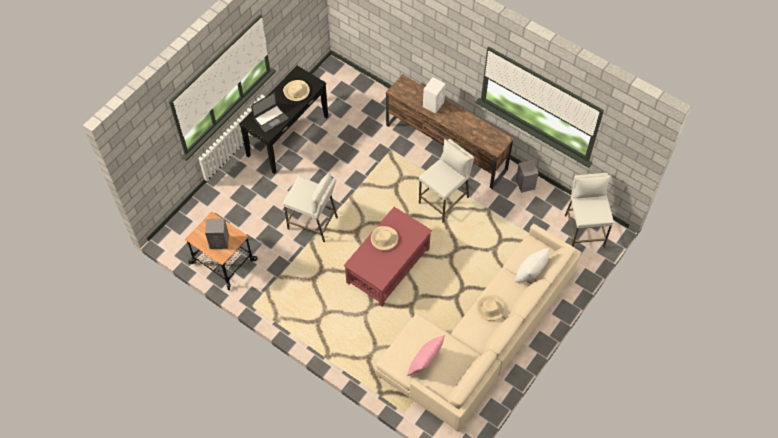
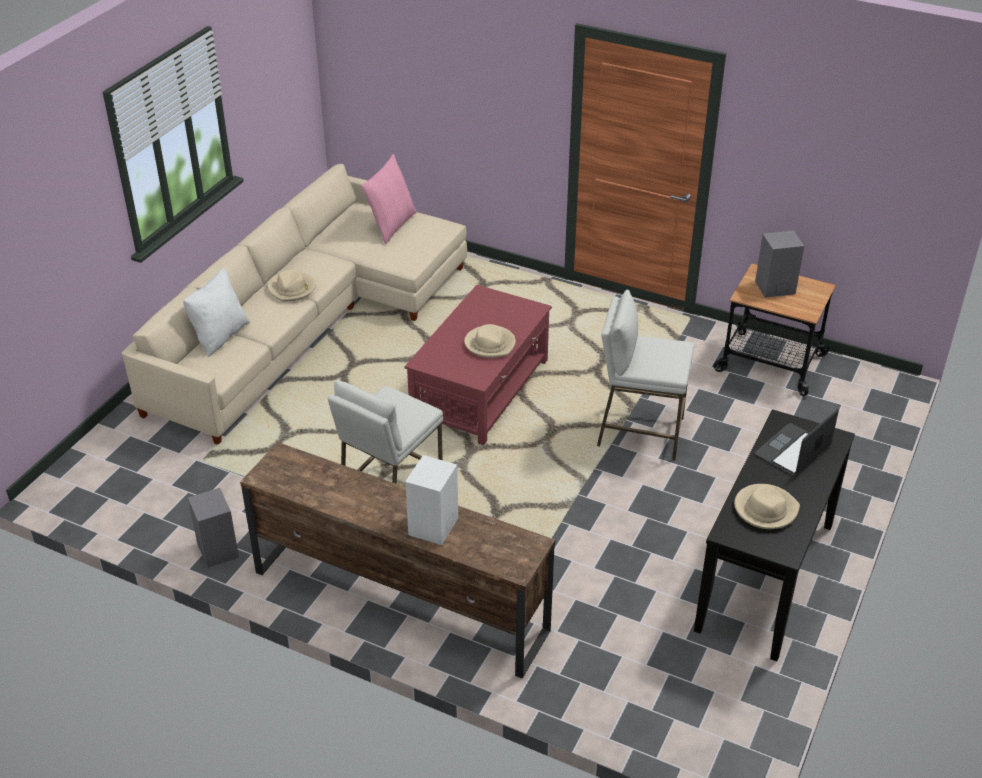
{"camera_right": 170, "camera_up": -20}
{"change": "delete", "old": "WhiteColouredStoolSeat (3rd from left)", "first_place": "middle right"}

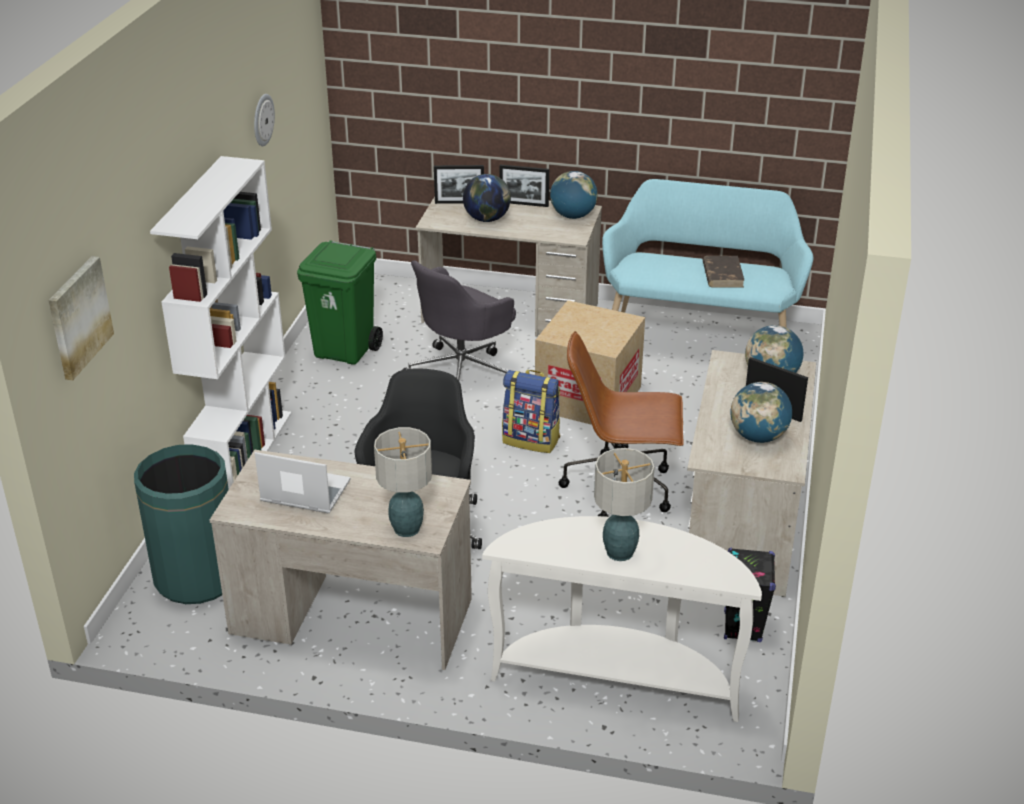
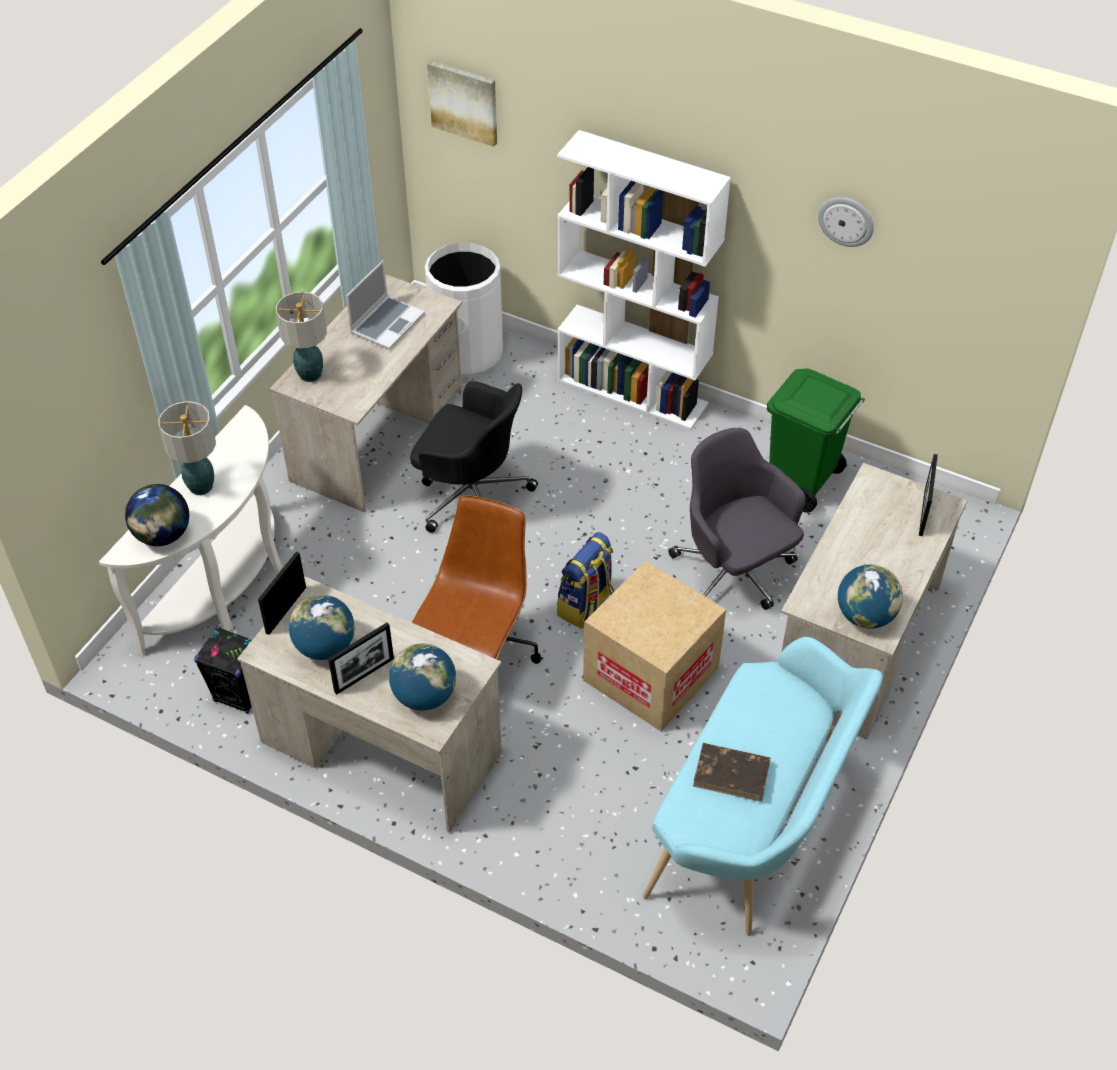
{"camera_right": 105, "camera_up": 15}
{"change": "move", "old": "StandingFrame (2nd from left in the first image)", "new": "StandingFrame (1st from left)", "first_place": "top centre", "second_place": "middle left"}
{"change": "move", "old": "DeskGlobe (1st from left)", "first_place": "top centre", "second_place": "middle left"}
{"change": "recolor", "old": "GreenColouredWasteBin (1st from left)", "new": "WhiteColouredWasteBin", "first_place": "middle left", "second_place": "top centre"}

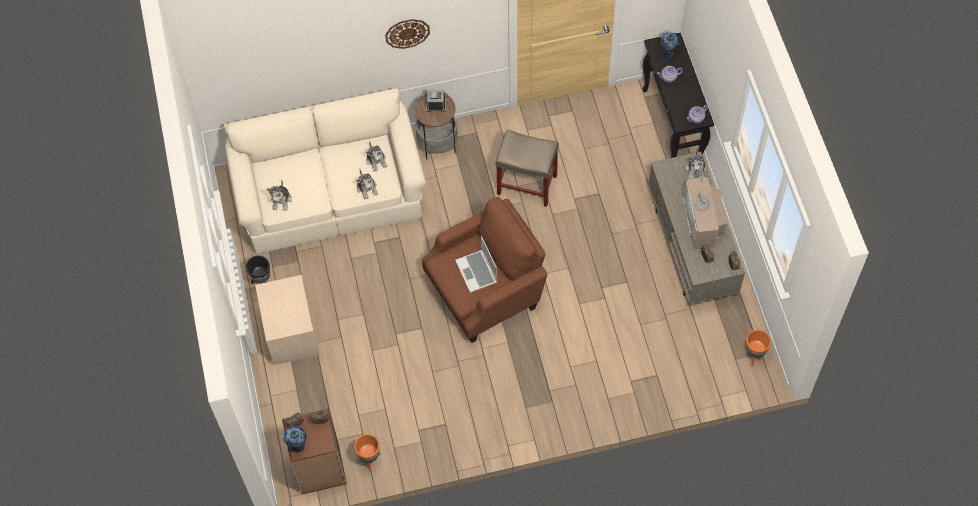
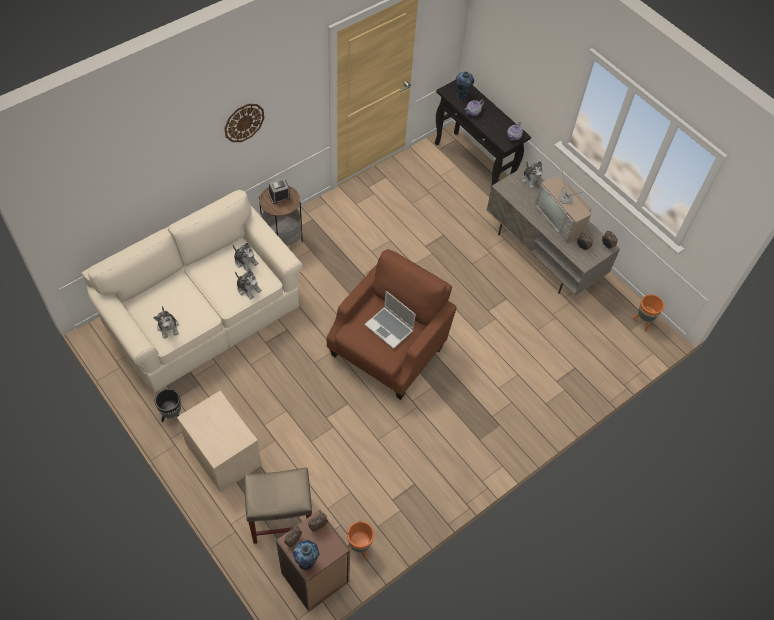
{"camera_right": -30, "camera_up": -5}
{"change": "move", "old": "SandColouredStoolSeat", "first_place": "top centre", "second_place": "bottom centre"}

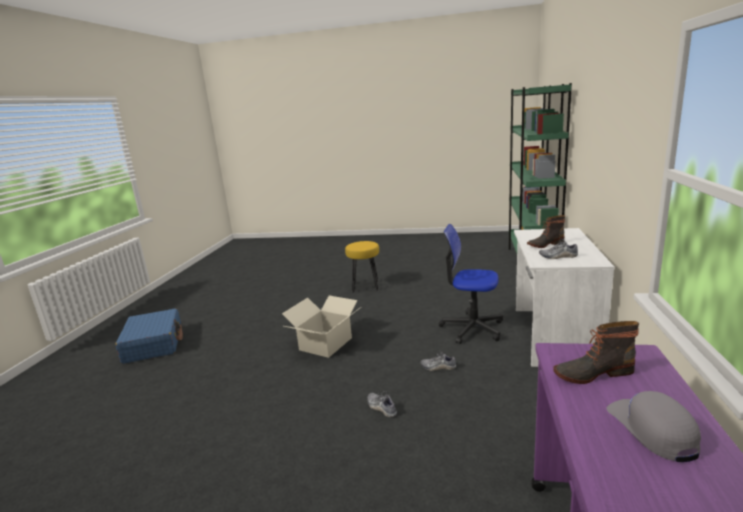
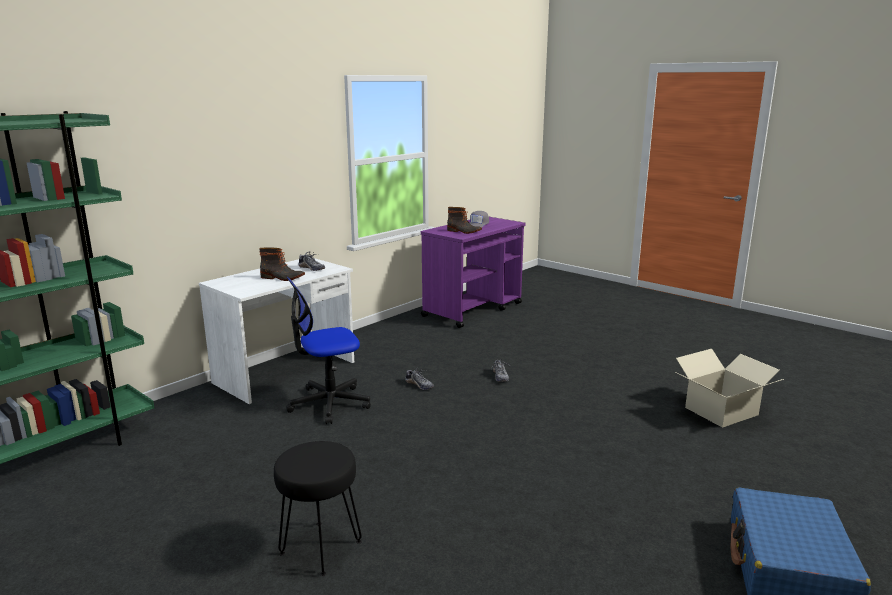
{"camera_right": -150, "camera_up": 0}
{"change": "rotate", "old": "ComputerChair", "first_place": "centre", "second_place": "centre", "degrees": 105}
{"change": "recolor", "old": "YellowStoolSeat", "new": "BlackColouredStoolSeat", "first_place": "centre", "second_place": "bottom centre"}
{"change": "move", "old": "Carton", "first_place": "centre", "second_place": "middle right"}

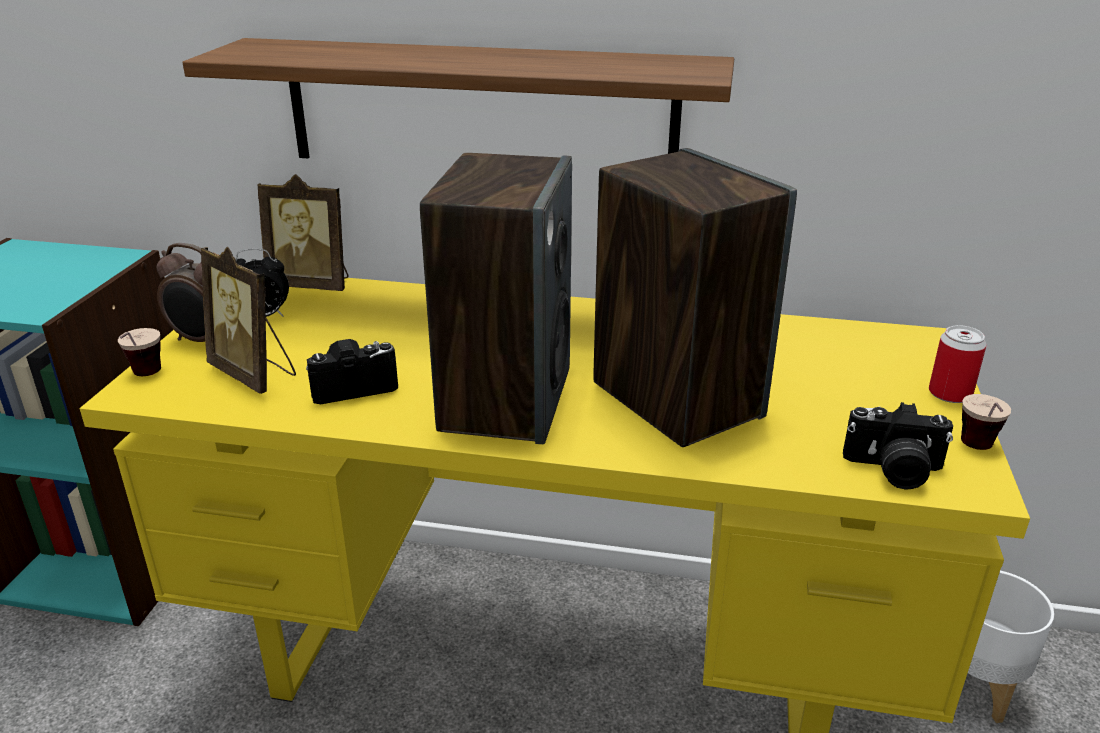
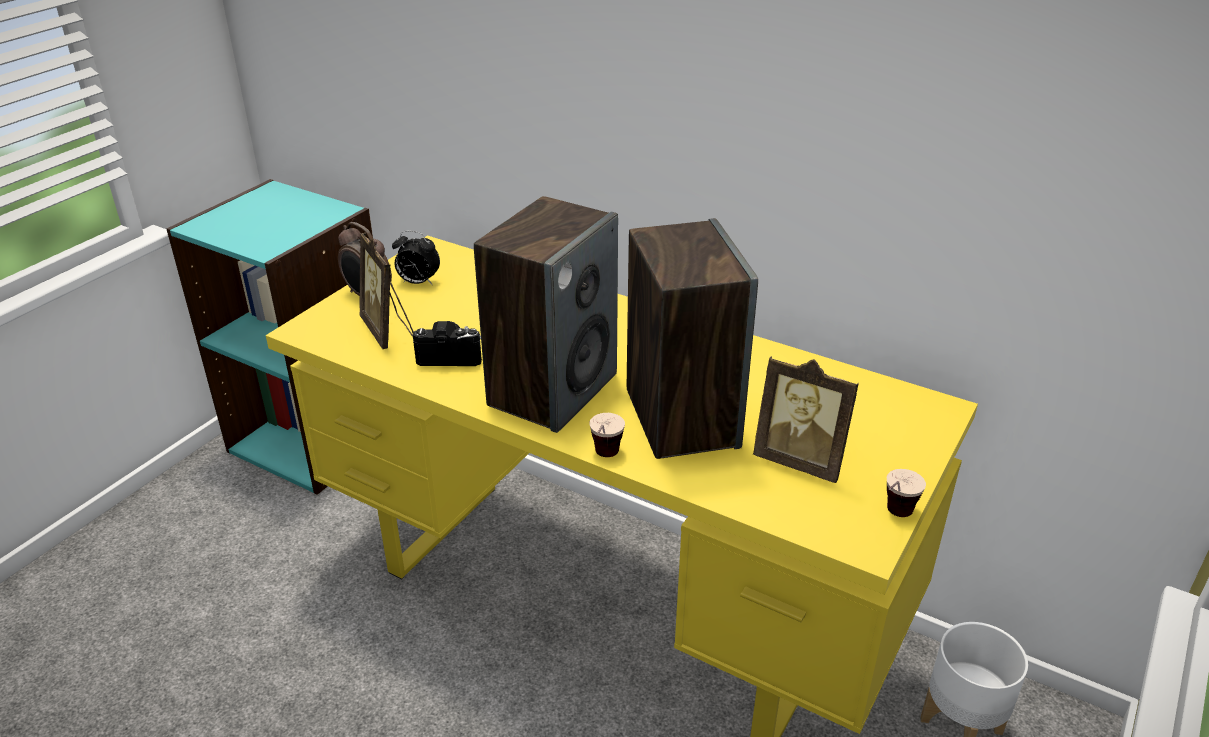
{"camera_right": 20, "camera_up": 5}
{"change": "delete", "old": "Shelf", "first_place": "top centre"}
{"change": "move", "old": "StandingFrame (2nd from left)", "first_place": "top left", "second_place": "middle right"}
{"change": "delete", "old": "Can", "first_place": "middle right"}
{"change": "move", "old": "DrinkingCup (1st from left)", "first_place": "middle left", "second_place": "centre"}
{"change": "delete", "old": "StillCamera (2nd from left)", "first_place": "middle right"}

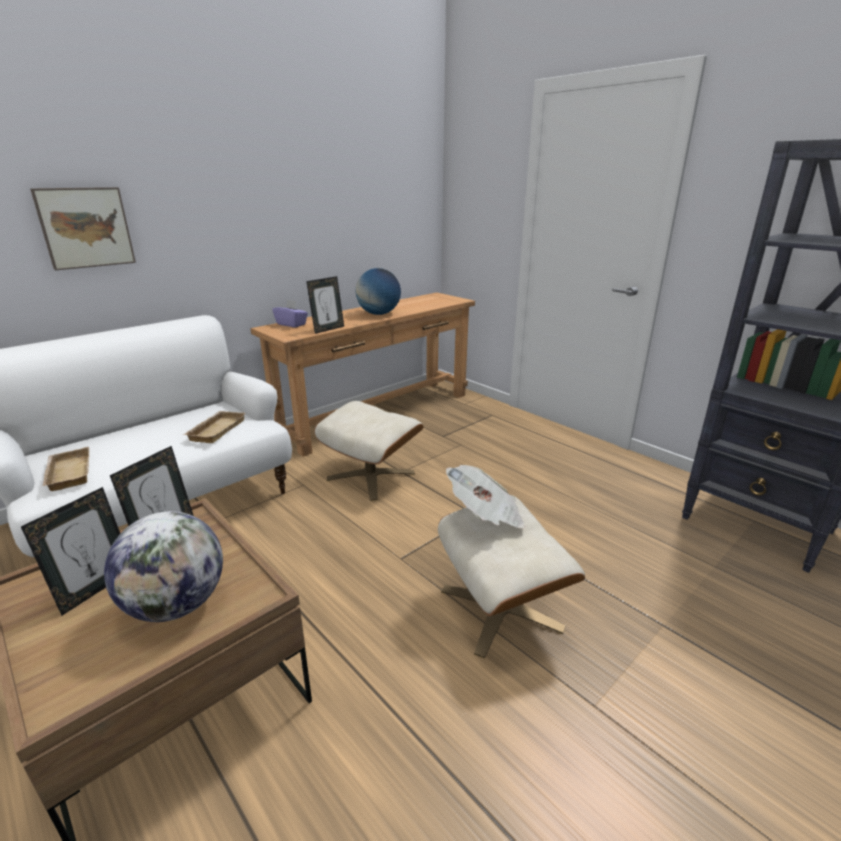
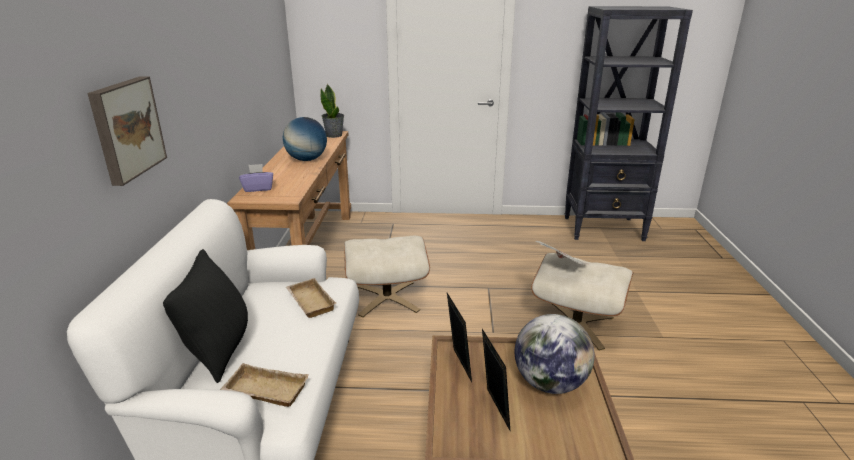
{"camera_right": -45, "camera_up": 0}
{"change": "delete", "old": "StandingFrame (3rd from left)", "first_place": "centre"}
{"change": "insert", "new": "PottedPlant", "second_place": "top centre"}
{"change": "insert", "new": "BlackColouredPillow", "second_place": "bottom left"}

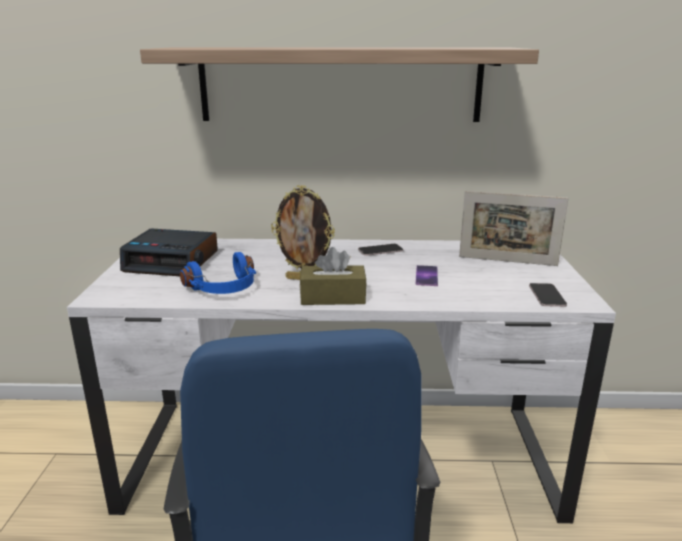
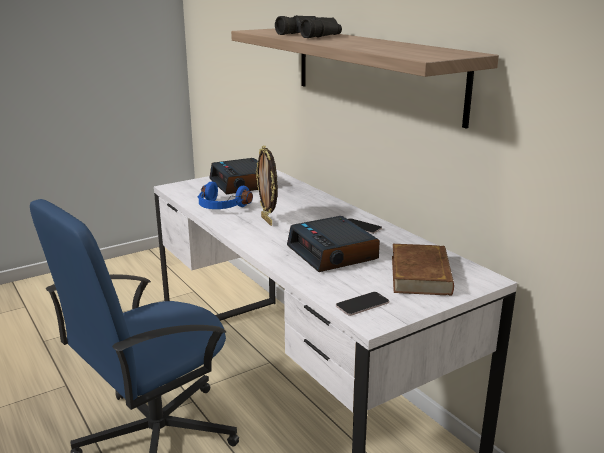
{"camera_right": 55, "camera_up": 0}
{"change": "replace", "old": "StandingFrame (2nd from left)", "new": "BrownColouredBook", "first_place": "middle right", "second_place": "middle right"}
{"change": "delete", "old": "BrownColouredTissueBox", "first_place": "centre"}
{"change": "replace", "old": "Handset (2nd from left)", "new": "AlarmClock (2nd from left)", "first_place": "centre", "second_place": "centre"}
{"change": "insert", "new": "BlackColouredBinoculars", "second_place": "top centre"}

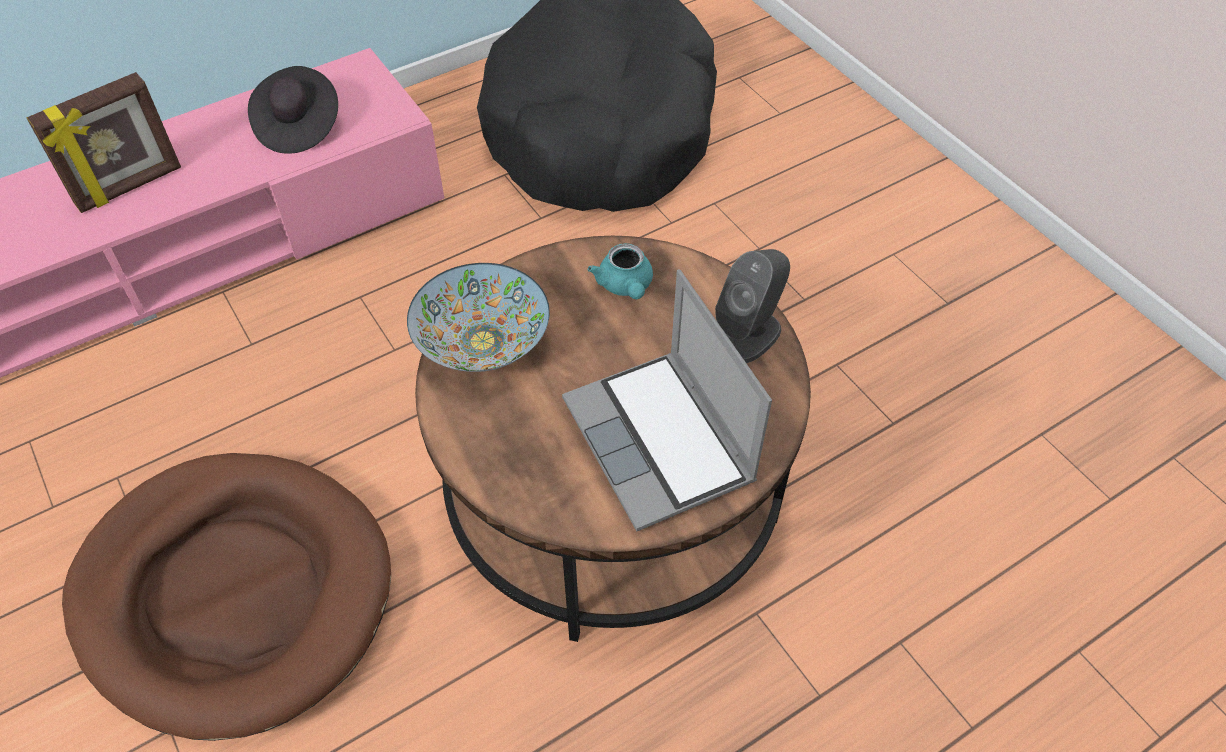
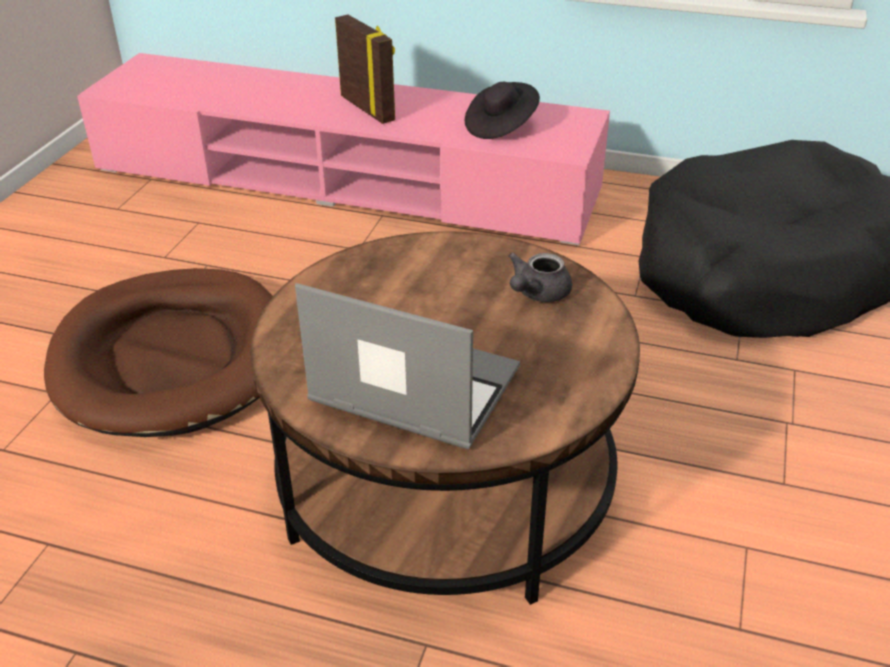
{"camera_right": 50, "camera_up": -15}
{"change": "rotate", "old": "StandingFrame", "first_place": "top left", "second_place": "top centre", "degrees": -135}
{"change": "recolor", "old": "TurquoiseColouredPotForTea", "new": "GrayPotForTea", "first_place": "centre", "second_place": "centre"}
{"change": "delete", "old": "GraySpeaker", "first_place": "centre"}
{"change": "delete", "old": "Bowl", "first_place": "centre"}
{"change": "rotate", "old": "NotebookComputer", "first_place": "centre", "second_place": "centre", "degrees": 90}

